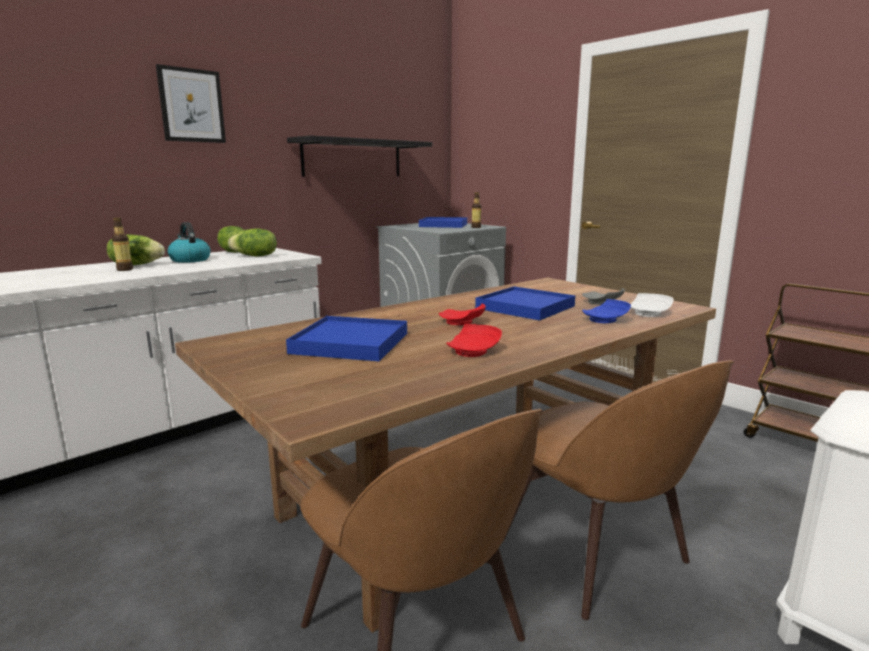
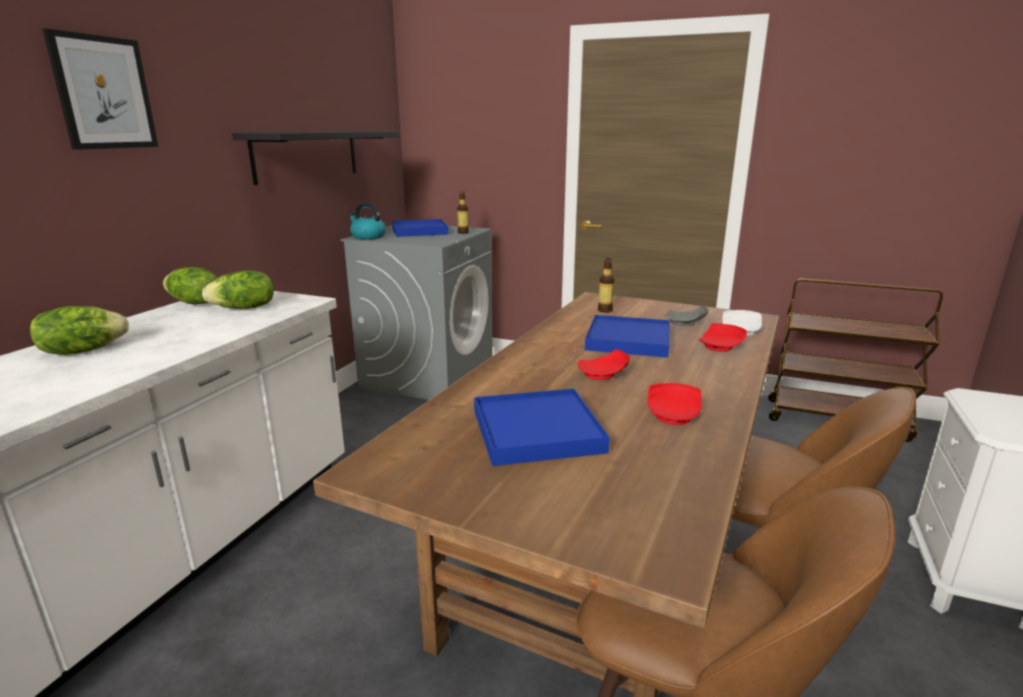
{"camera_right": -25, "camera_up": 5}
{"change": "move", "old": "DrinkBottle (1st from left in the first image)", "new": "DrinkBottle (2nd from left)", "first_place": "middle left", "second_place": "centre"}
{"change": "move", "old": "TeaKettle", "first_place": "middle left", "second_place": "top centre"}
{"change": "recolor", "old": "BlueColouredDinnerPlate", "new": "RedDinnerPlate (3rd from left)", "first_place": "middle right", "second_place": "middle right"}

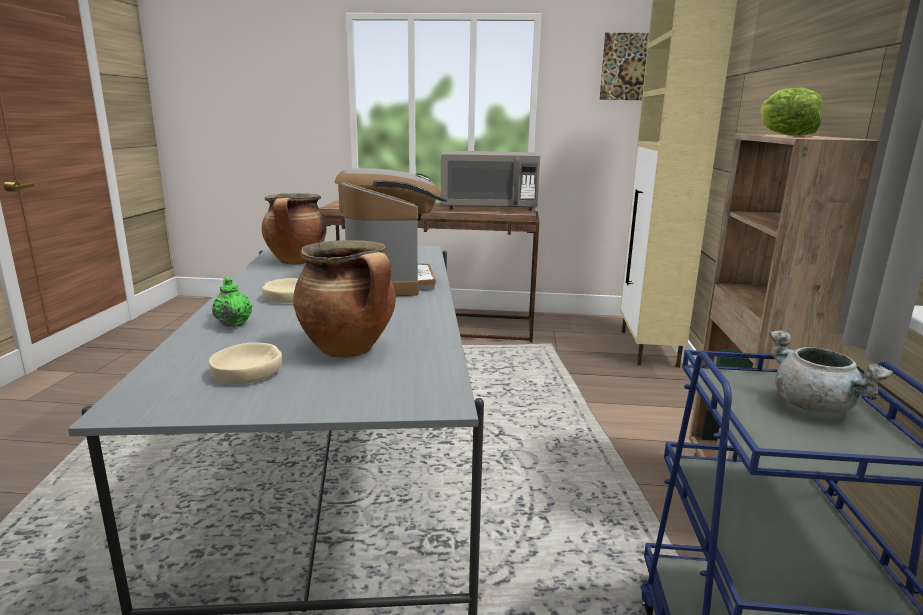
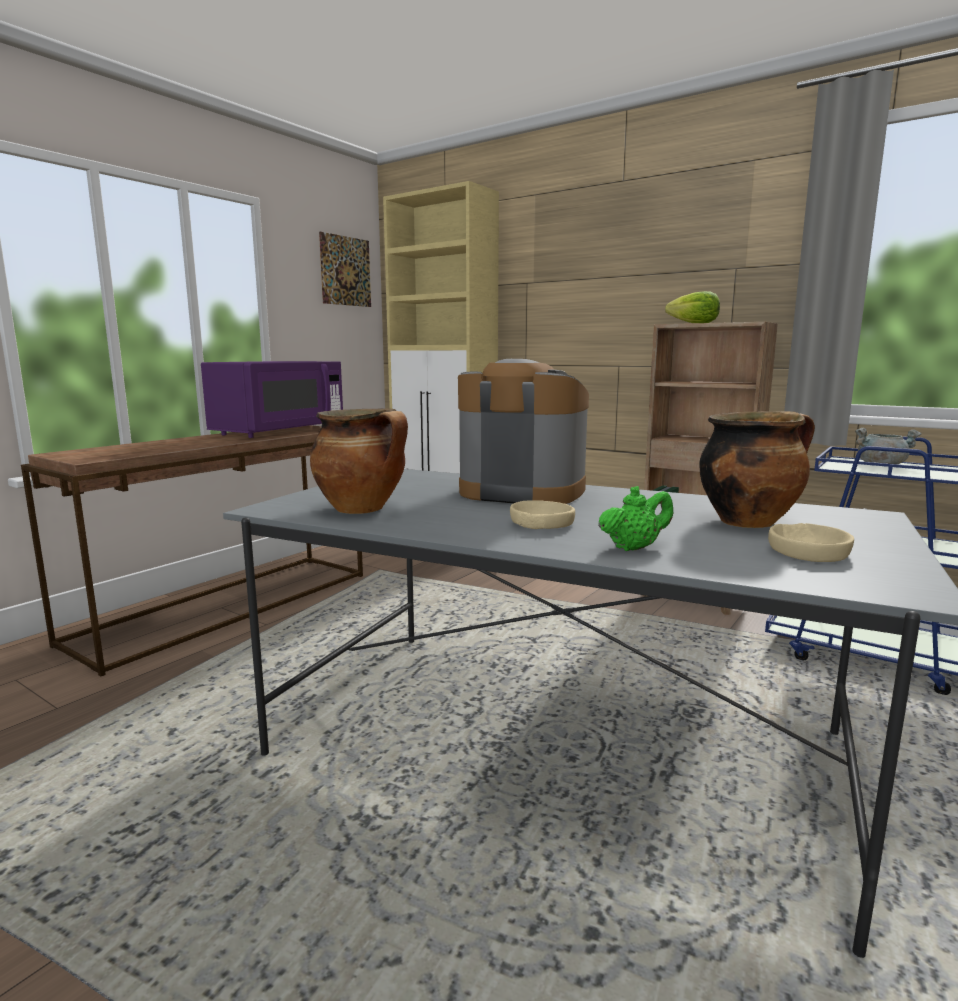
{"camera_right": -60, "camera_up": -5}
{"change": "recolor", "old": "GrayMicrowave", "new": "PurpleMicrowave", "first_place": "top centre", "second_place": "middle left"}
{"change": "rotate", "old": "GreenColouredPotForTea", "first_place": "middle left", "second_place": "centre", "degrees": 150}

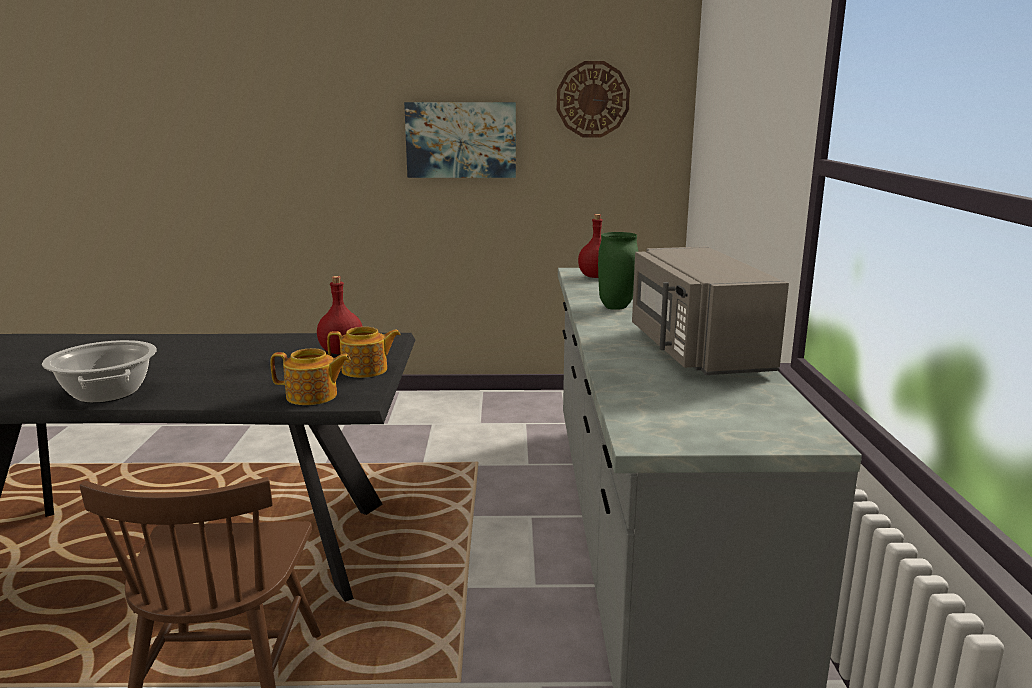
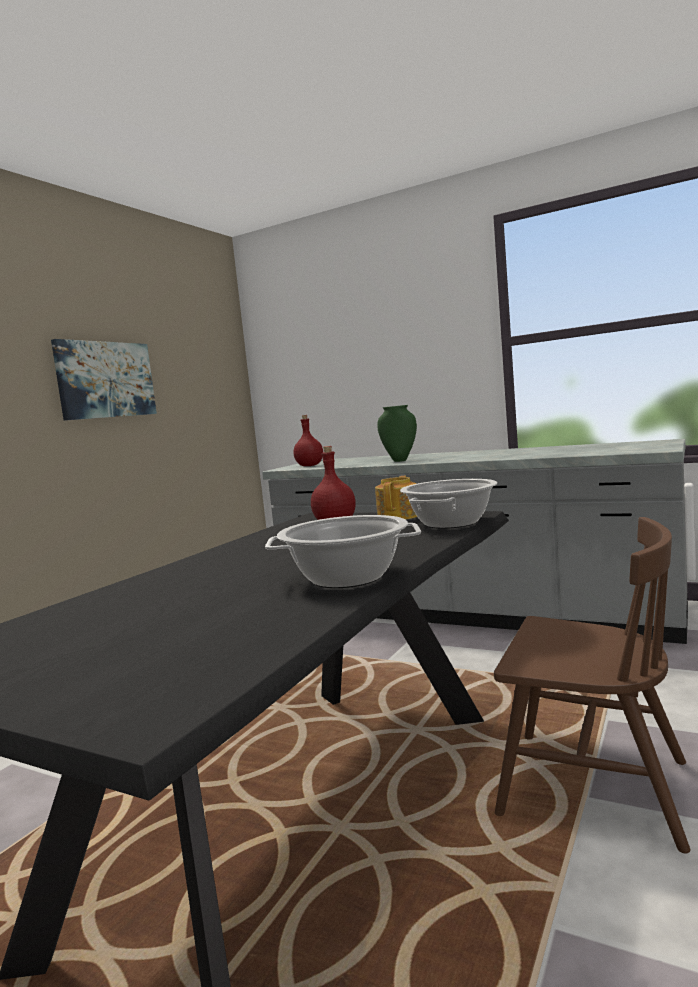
{"camera_right": -60, "camera_up": -10}
{"change": "delete", "old": "ClockOnTheWall", "first_place": "top centre"}
{"change": "delete", "old": "GrayMicrowave", "first_place": "middle right"}
{"change": "replace", "old": "PotForTea (1st from left)", "new": "Saucepot (2nd from left)", "first_place": "middle left", "second_place": "centre"}

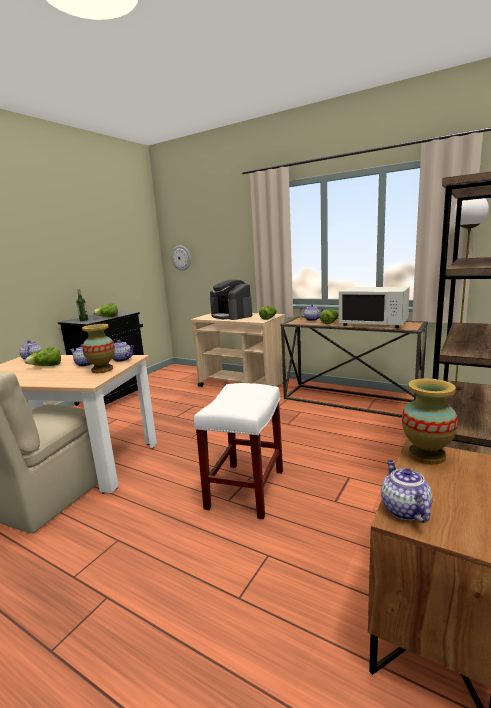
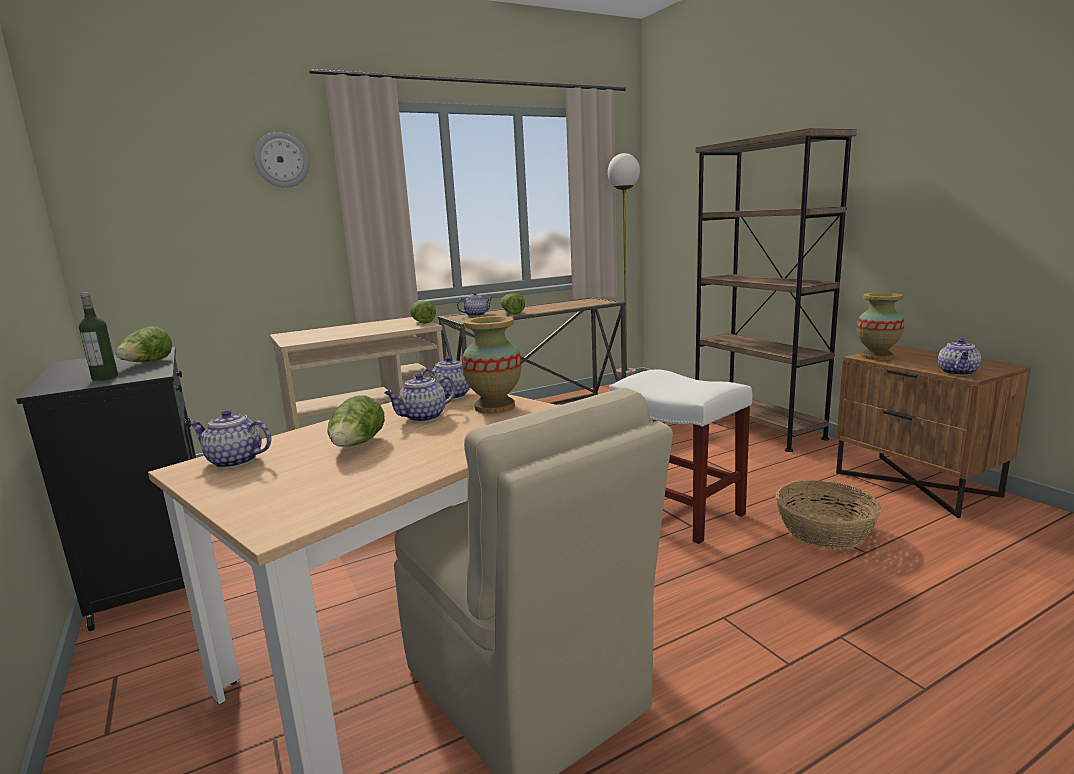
{"camera_right": -60, "camera_up": 0}
{"change": "move", "old": "ClockOnTheWall", "first_place": "centre", "second_place": "top left"}
{"change": "delete", "old": "CoffeeMaker", "first_place": "centre"}
{"change": "delete", "old": "WhiteColouredMicrowave", "first_place": "middle right"}
{"change": "rotate", "old": "PotForTea (5th from left)", "first_place": "bottom right", "second_place": "middle right", "degrees": -90}
{"change": "insert", "new": "StorageBasket", "second_place": "middle right"}

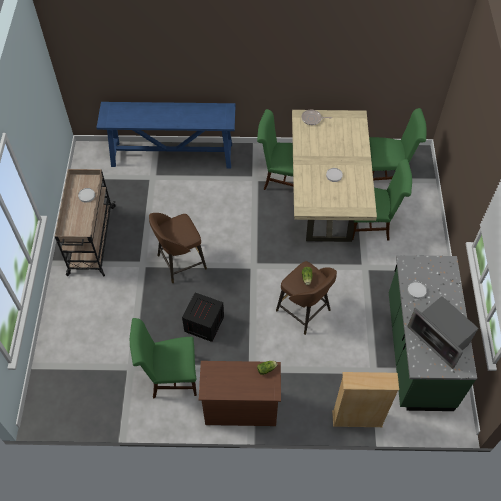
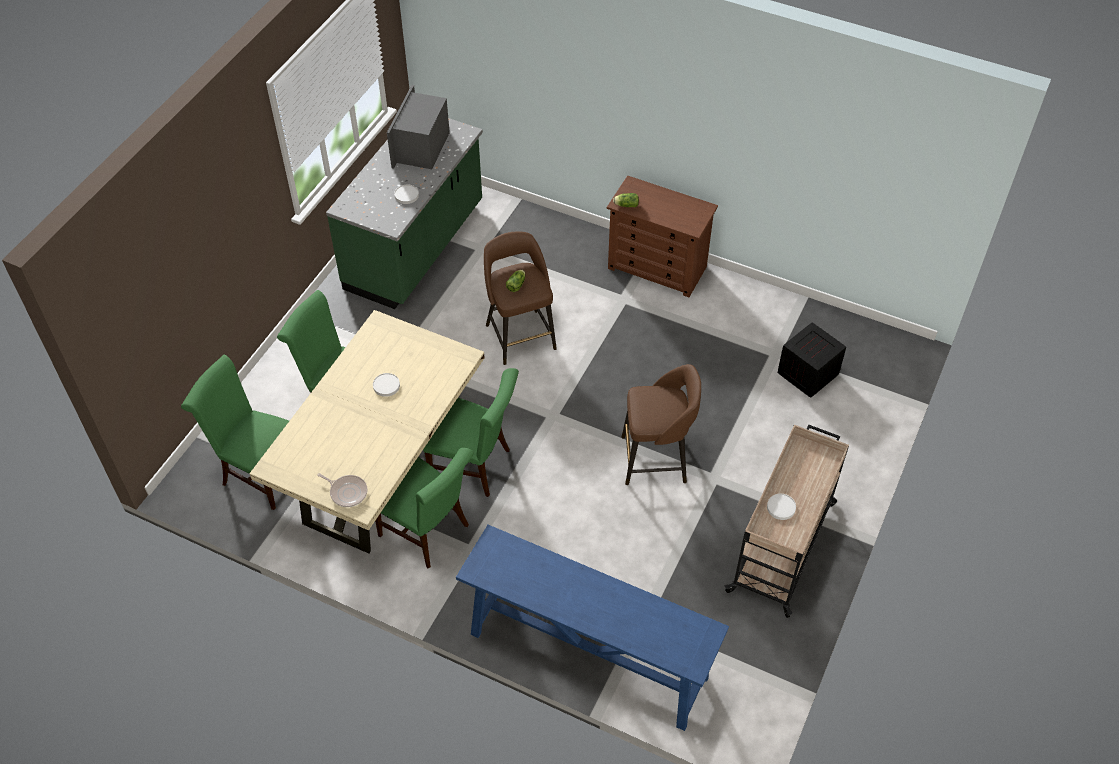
{"camera_right": -155, "camera_up": -5}
{"change": "move", "old": "Crate", "first_place": "centre", "second_place": "middle right"}
{"change": "rotate", "old": "Microwave", "first_place": "middle right", "second_place": "top centre", "degrees": -150}
{"change": "move", "old": "GreenColouredUprightChair (1st from left in the first image)", "new": "GreenColouredUprightChair (4th from left)", "first_place": "bottom left", "second_place": "centre"}
{"change": "delete", "old": "SandColouredShelvingUnit", "first_place": "bottom right"}

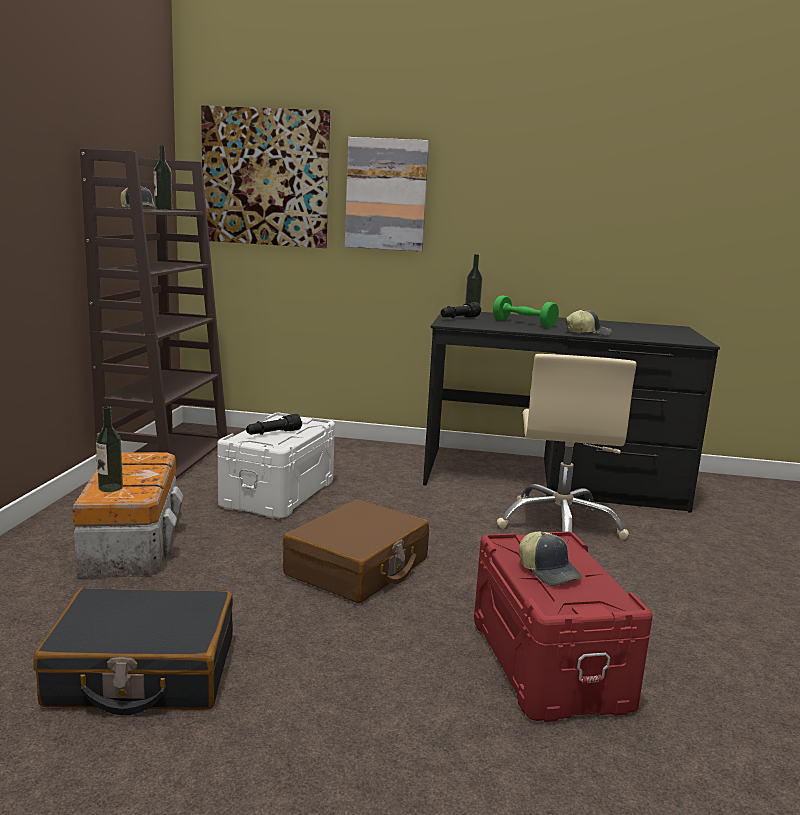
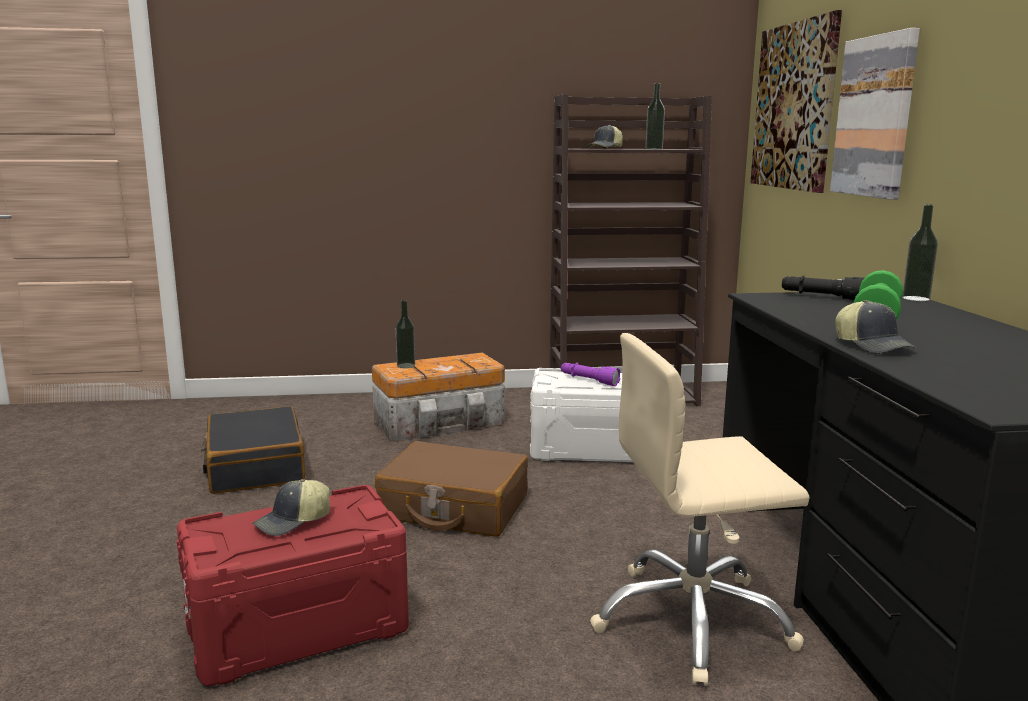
{"camera_right": 75, "camera_up": 0}
{"change": "recolor", "old": "BlackColouredTorch (1st from left)", "new": "PurpleTorch", "first_place": "centre", "second_place": "centre"}

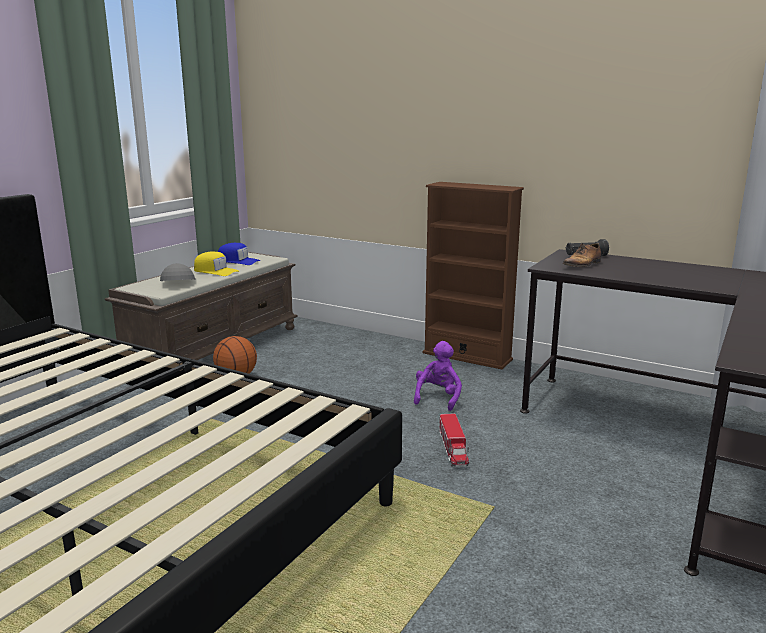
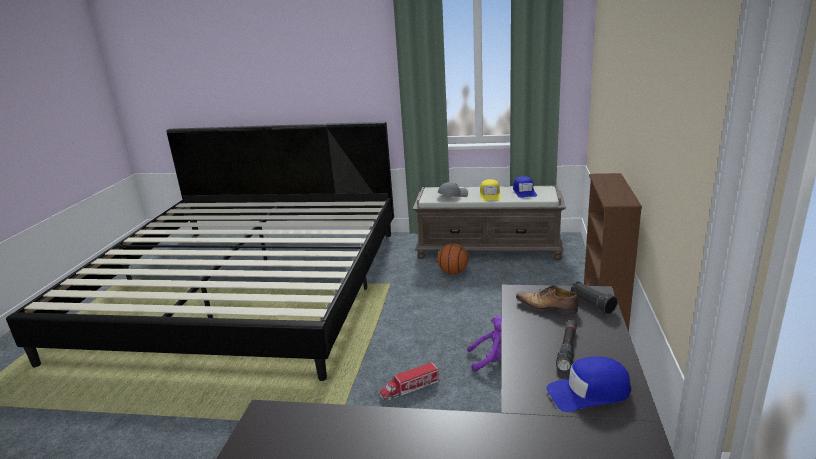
{"camera_right": 70, "camera_up": 5}
{"change": "insert", "new": "BlackColouredTorch (1st from left)", "second_place": "bottom right"}
{"change": "insert", "new": "BlueColouredPeakedCap (2nd from left)", "second_place": "bottom right"}

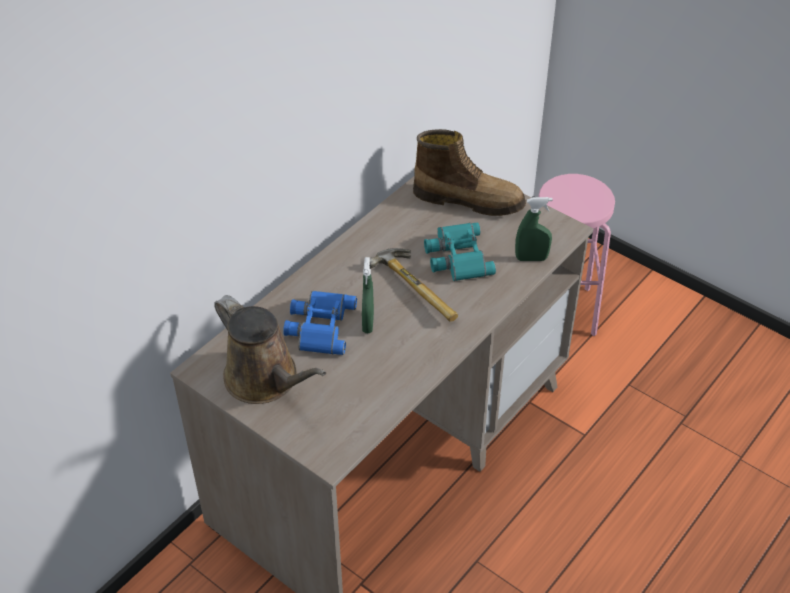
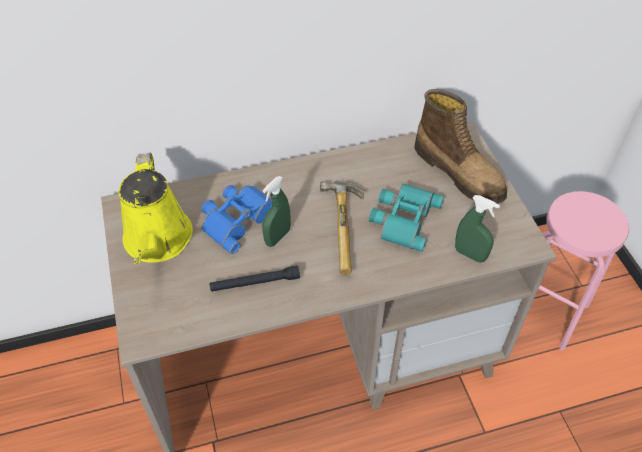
{"camera_right": 35, "camera_up": 5}
{"change": "recolor", "old": "BrownColouredSprinklingCan", "new": "YellowSprinklingCan", "first_place": "centre", "second_place": "middle left"}
{"change": "insert", "new": "BlackColouredTorch", "second_place": "centre"}

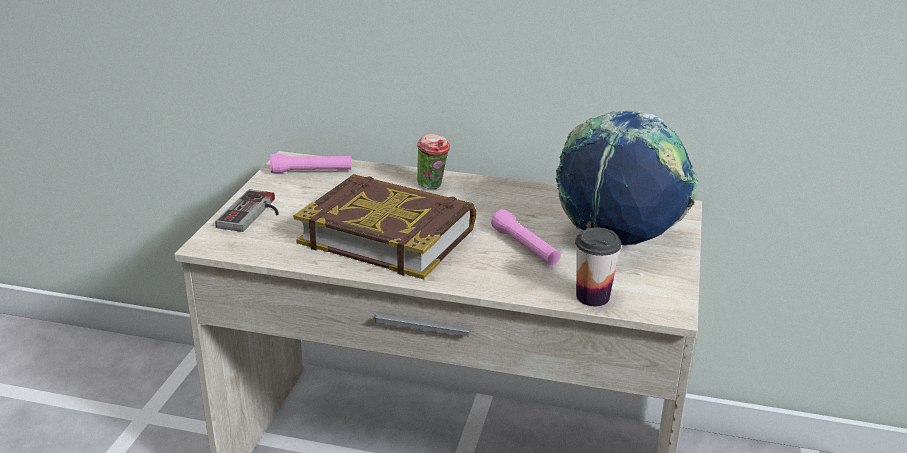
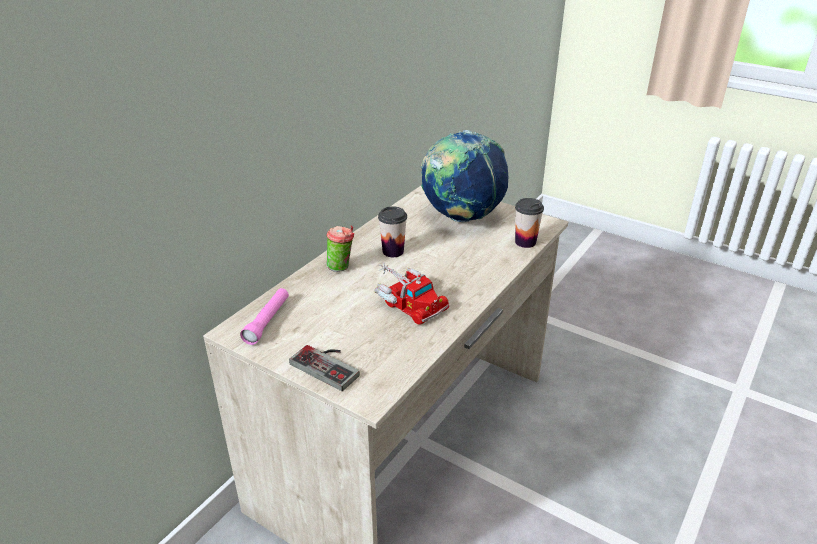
{"camera_right": -70, "camera_up": 5}
{"change": "replace", "old": "Book", "new": "ToyLorry", "first_place": "centre", "second_place": "centre"}
{"change": "delete", "old": "PinkColouredTorch (2nd from left)", "first_place": "centre"}
{"change": "insert", "new": "DrinkingCup (2nd from left)", "second_place": "centre"}

